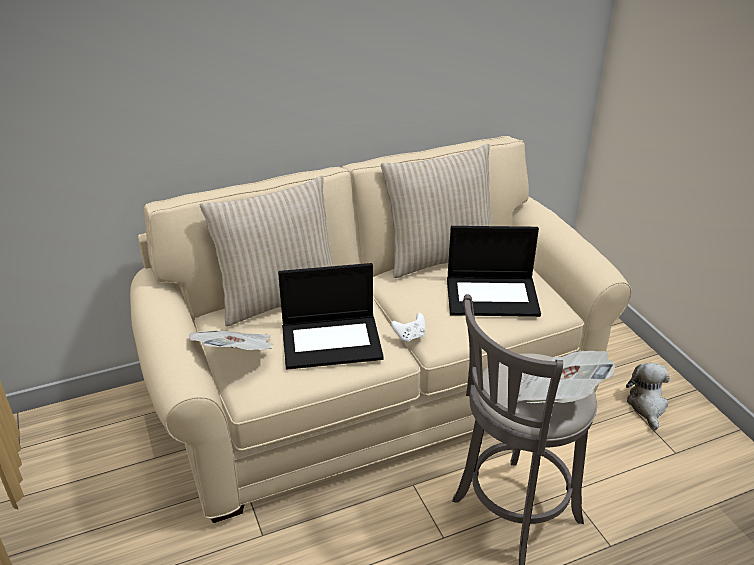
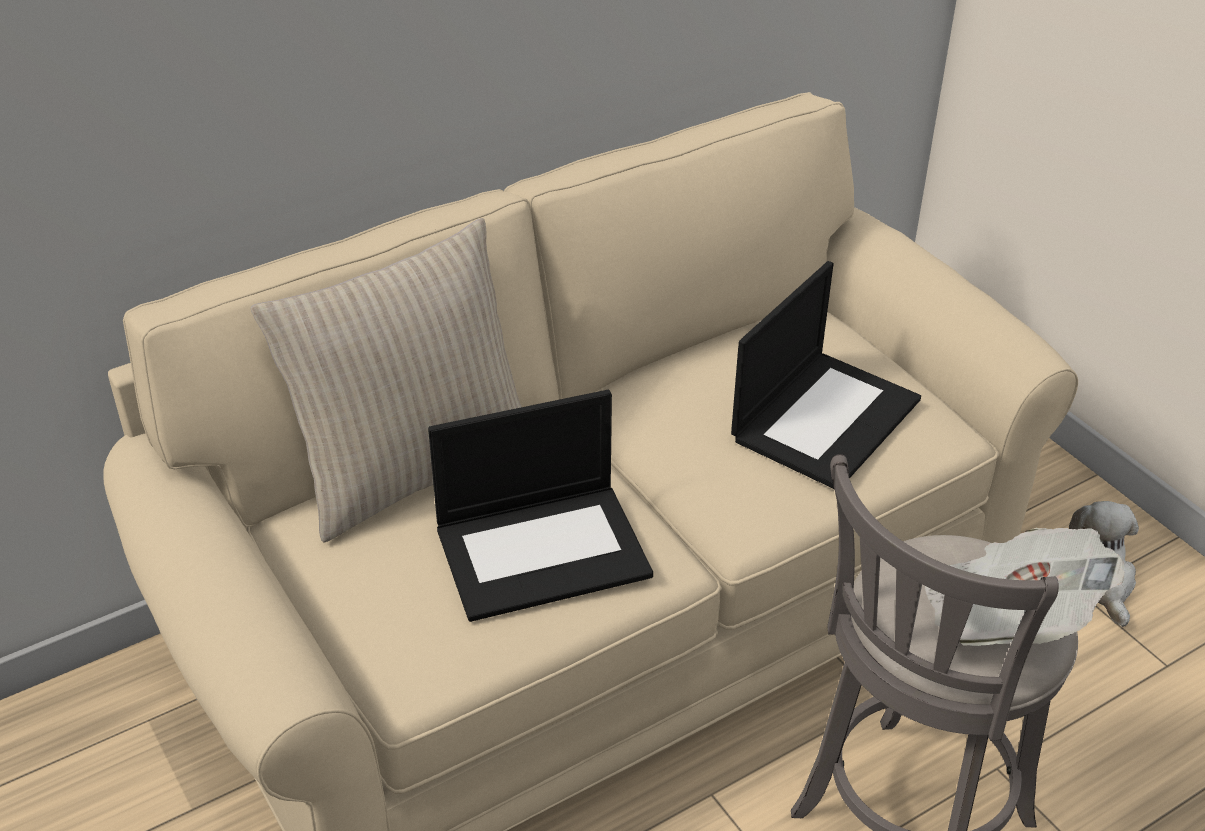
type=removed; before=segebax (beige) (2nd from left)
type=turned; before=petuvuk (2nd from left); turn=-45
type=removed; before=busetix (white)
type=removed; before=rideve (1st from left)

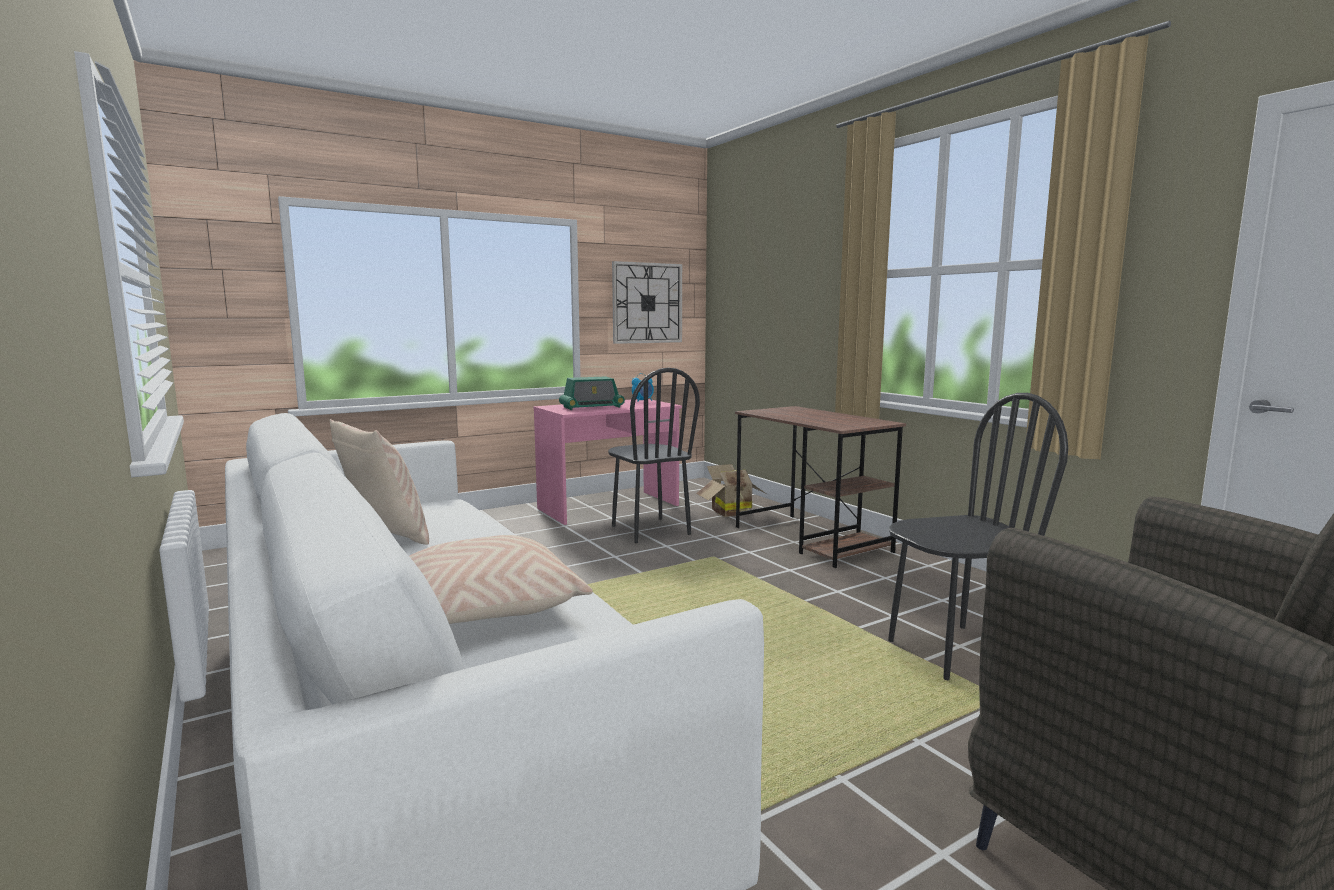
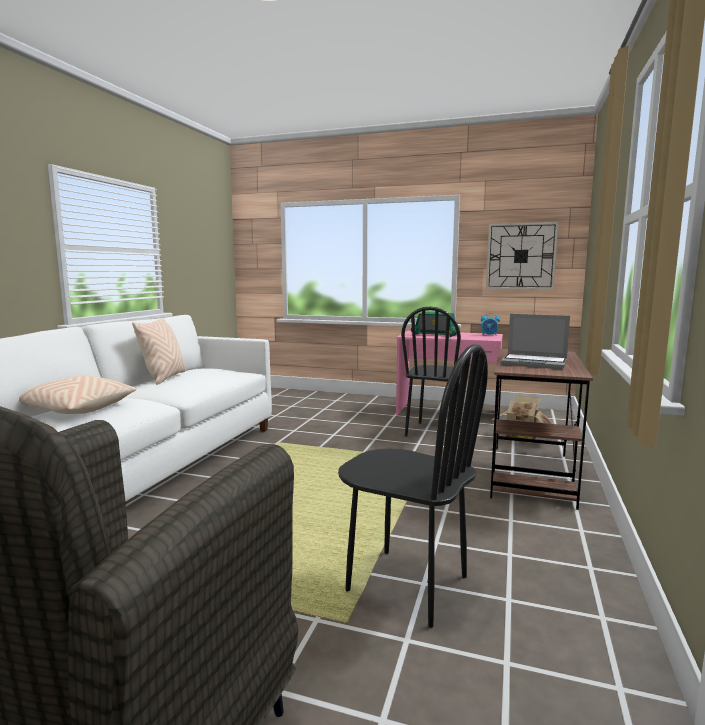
type=added; after=petuvuk

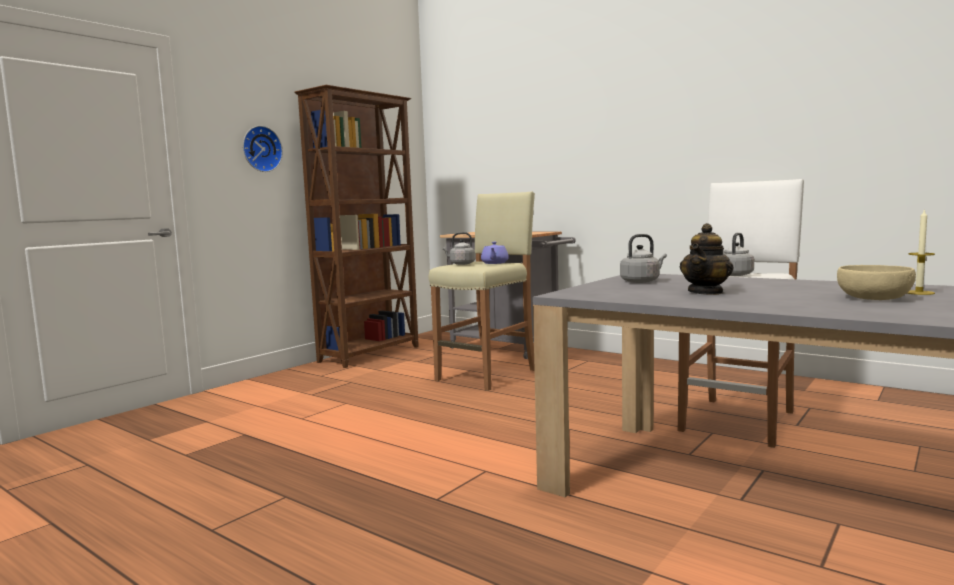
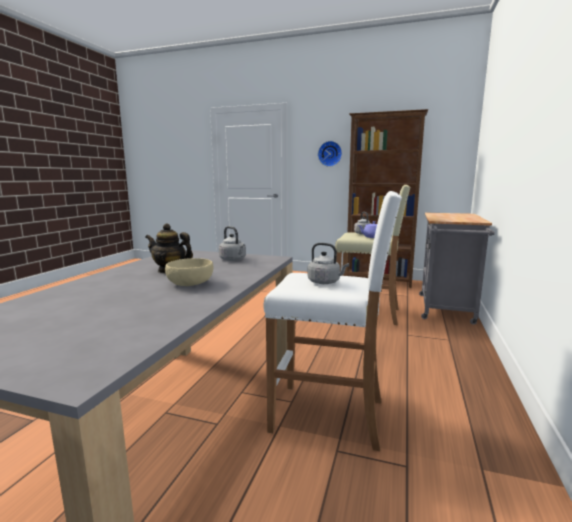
type=removed; before=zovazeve
type=moved; before=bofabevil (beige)

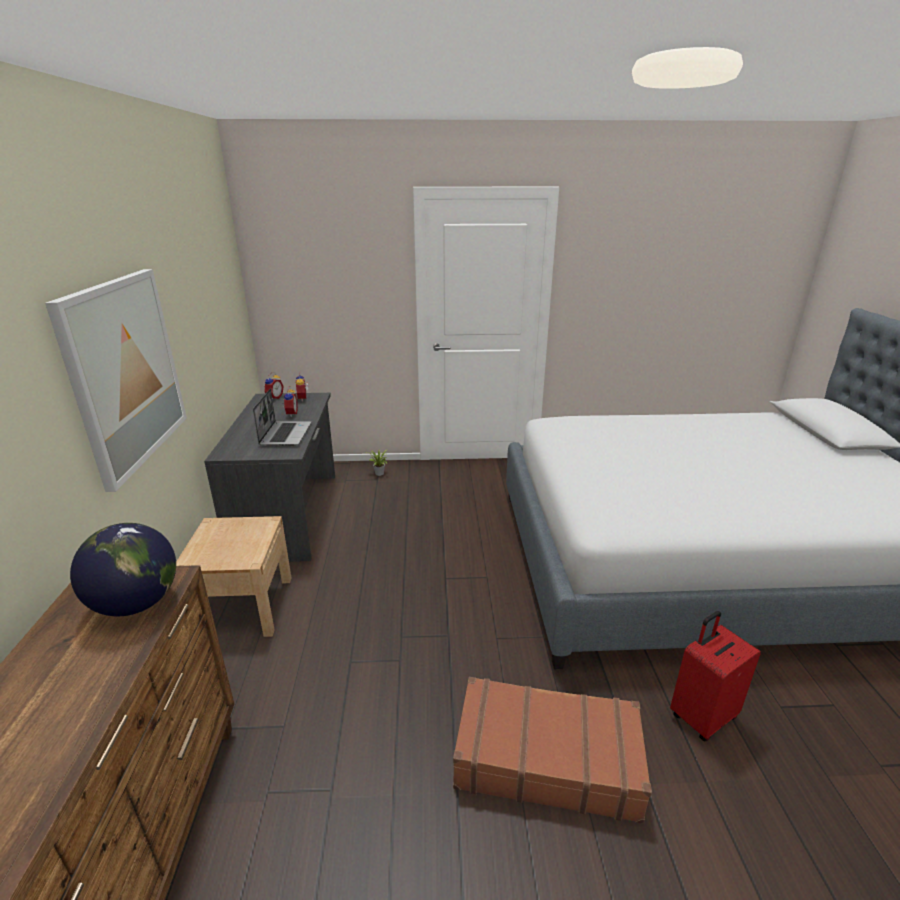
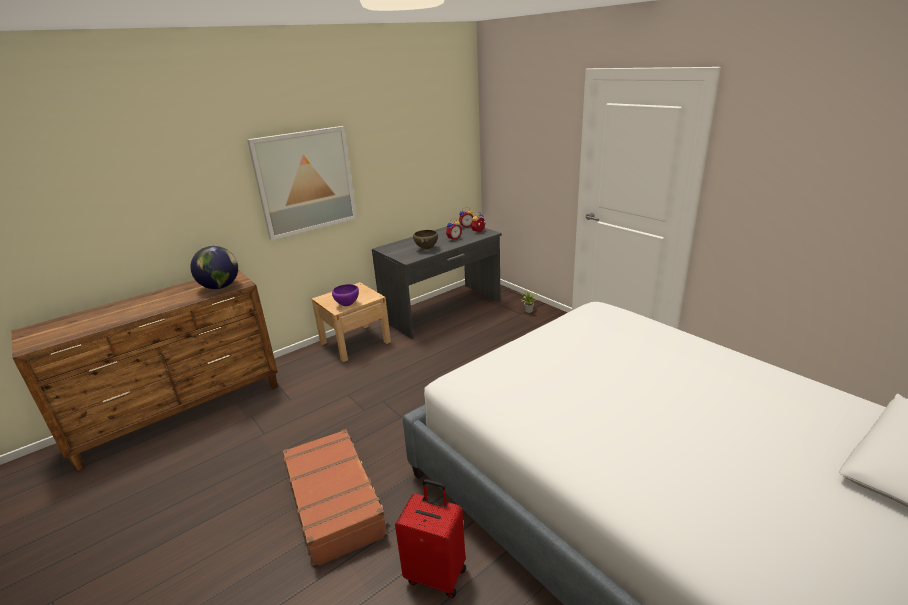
type=replaced; before=petuvuk; after=bofabevil (brown)
type=added; after=bofabevil (purple)

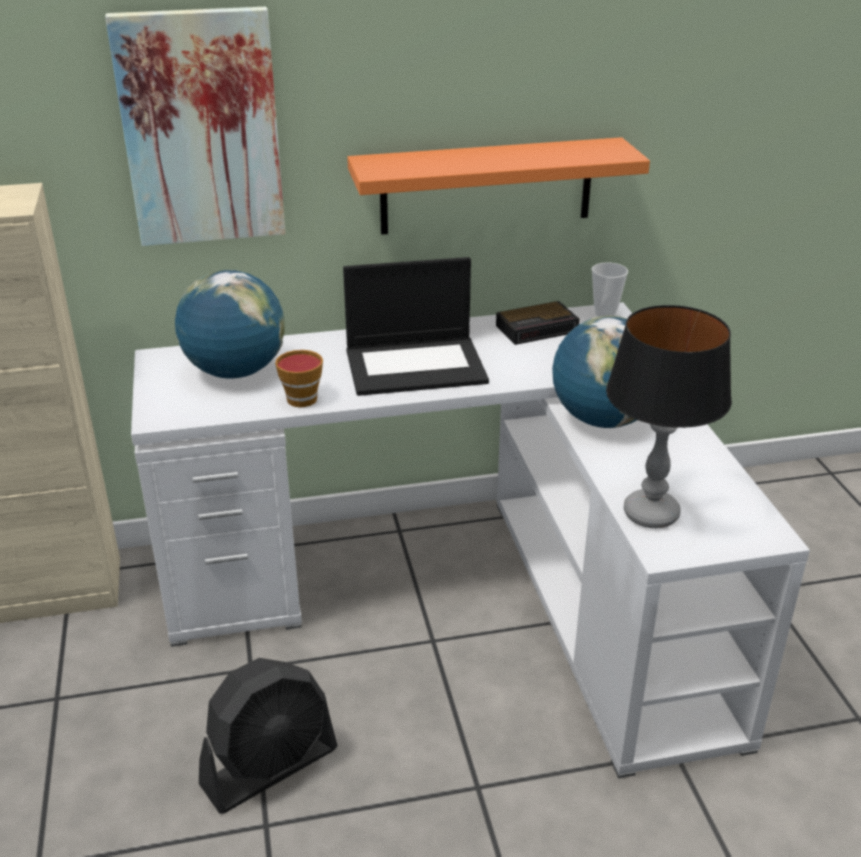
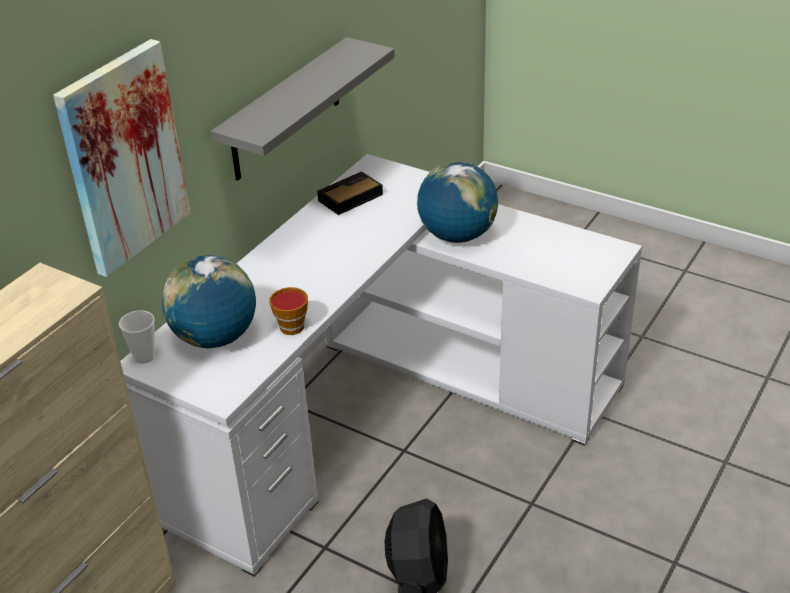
type=recoloured; before=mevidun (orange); after=mevidun (grey)
type=removed; before=petuvuk
type=moved; before=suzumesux (2nd from left in the first image); after=suzumesux (1st from left)
type=turned; before=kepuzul; turn=-150
type=removed; before=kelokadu

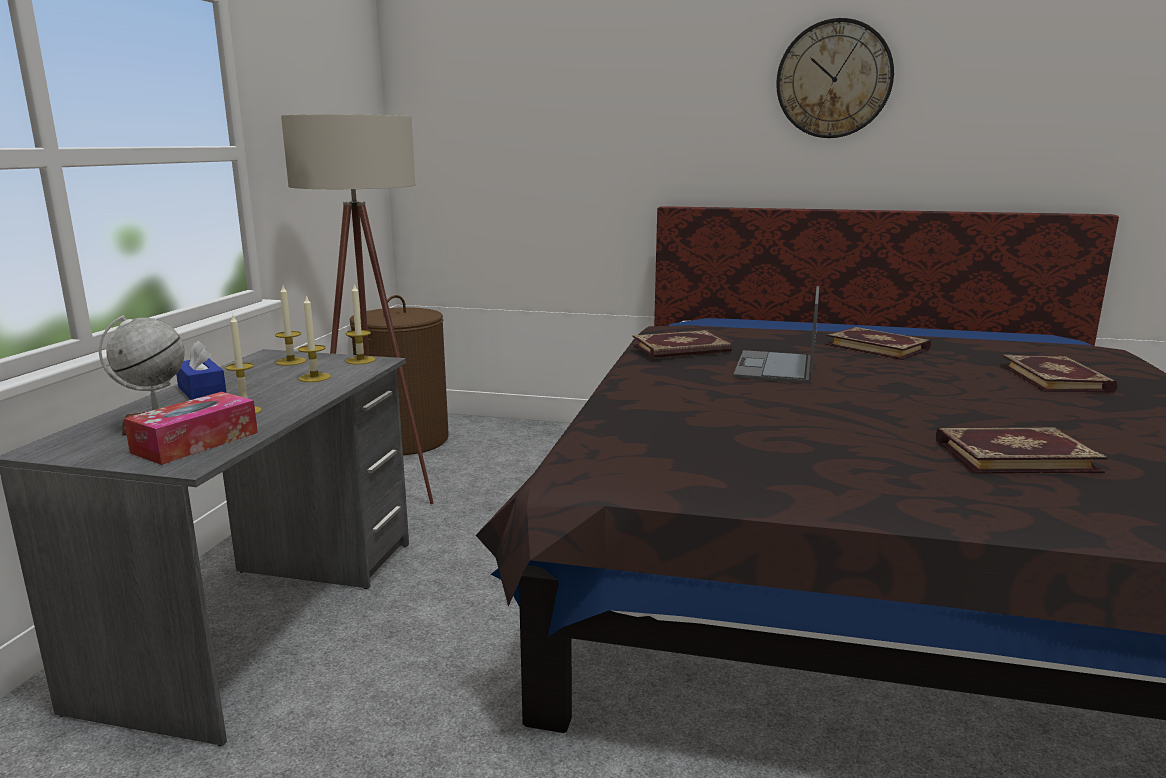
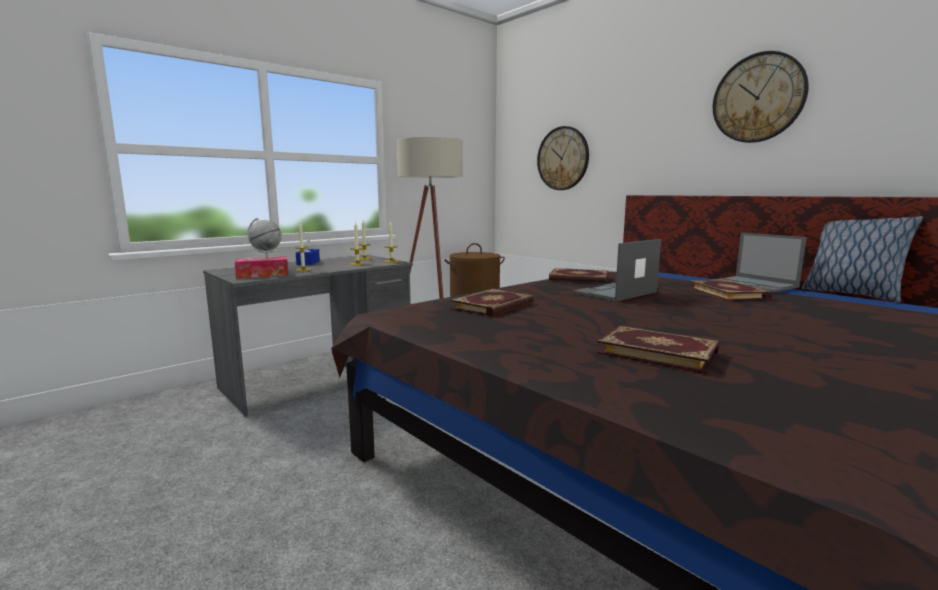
type=moved; before=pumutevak (4th from left in the first image); after=pumutevak (1st from left)
type=added; after=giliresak (1st from left)
type=added; after=segebax
type=added; after=petuvuk (2nd from left)

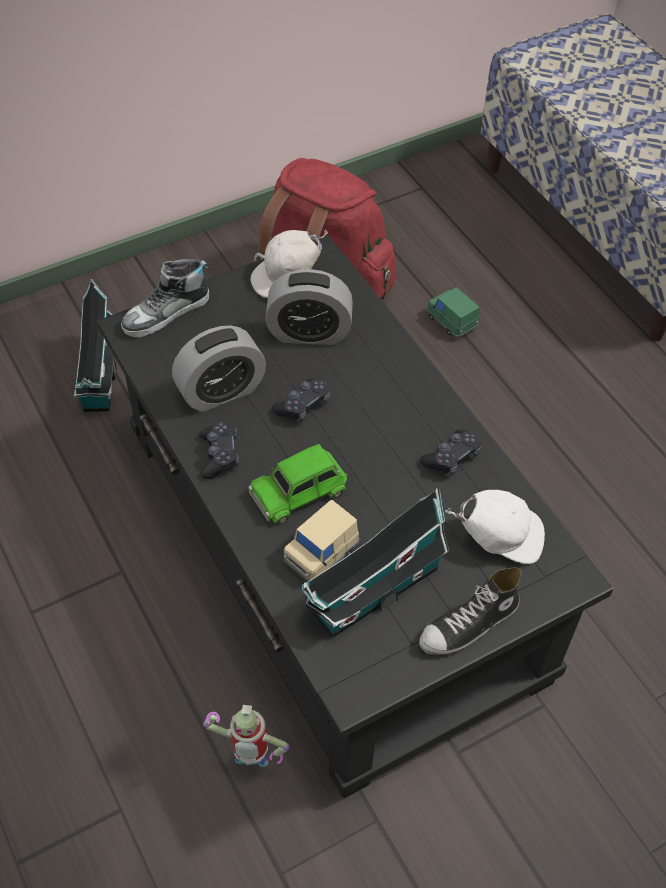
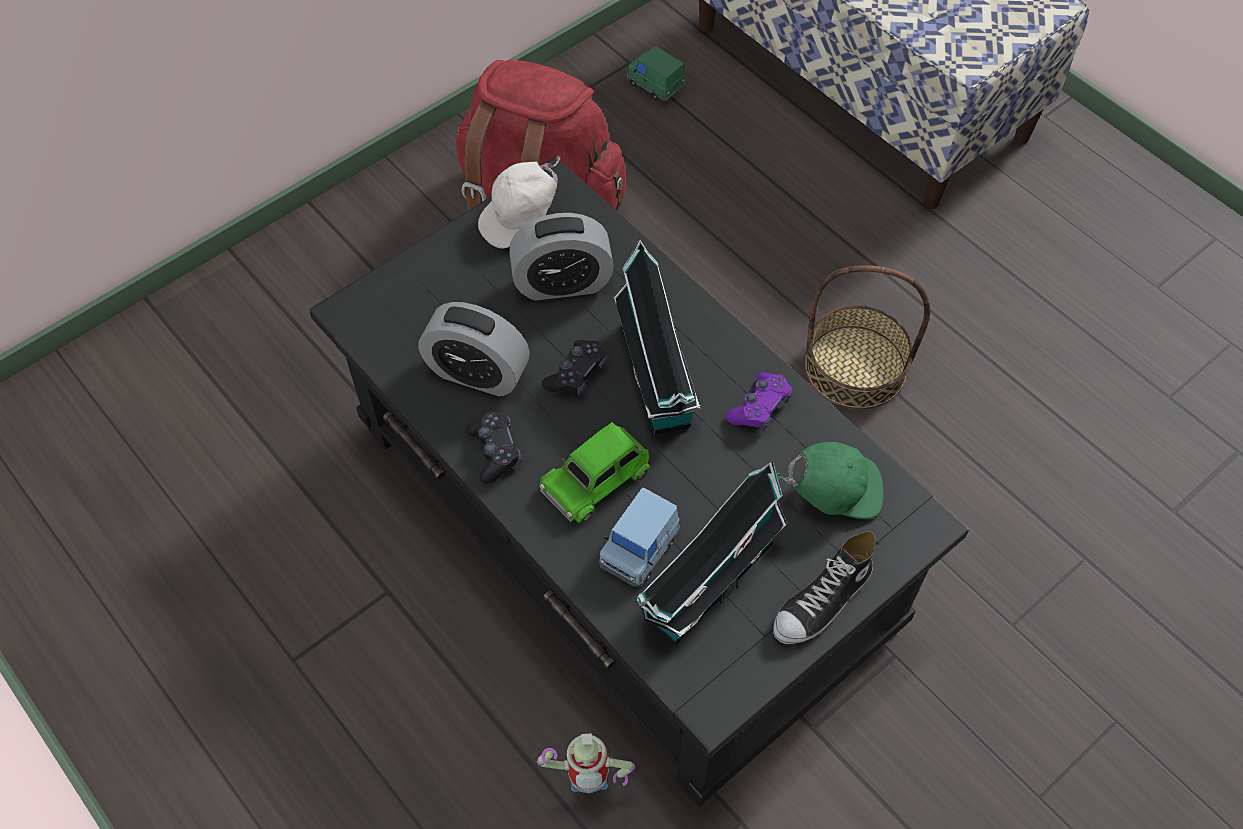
type=removed; before=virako (1st from left)
type=moved; before=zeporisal (1st from left)
type=moved; before=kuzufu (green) (2nd from left)
type=turned; before=kepuzul (1st from left); turn=60
type=recoloured; before=busetix (black) (3rd from left); after=busetix (purple)
type=recoloured; before=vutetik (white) (2nd from left); after=vutetik (green)
type=recoloured; before=kuzufu (beige); after=kuzufu (blue)
type=added; after=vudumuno

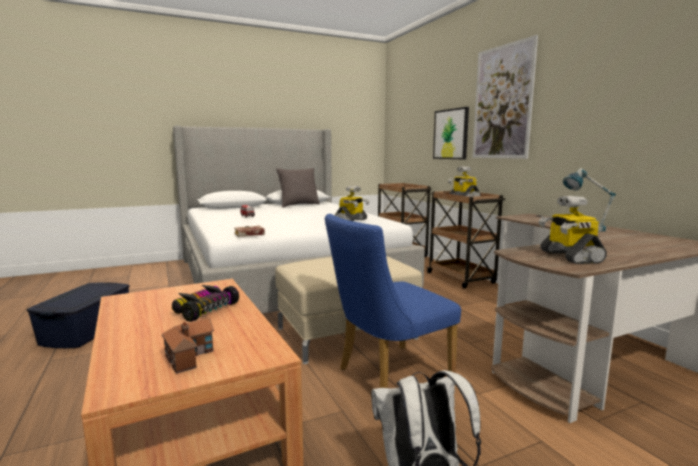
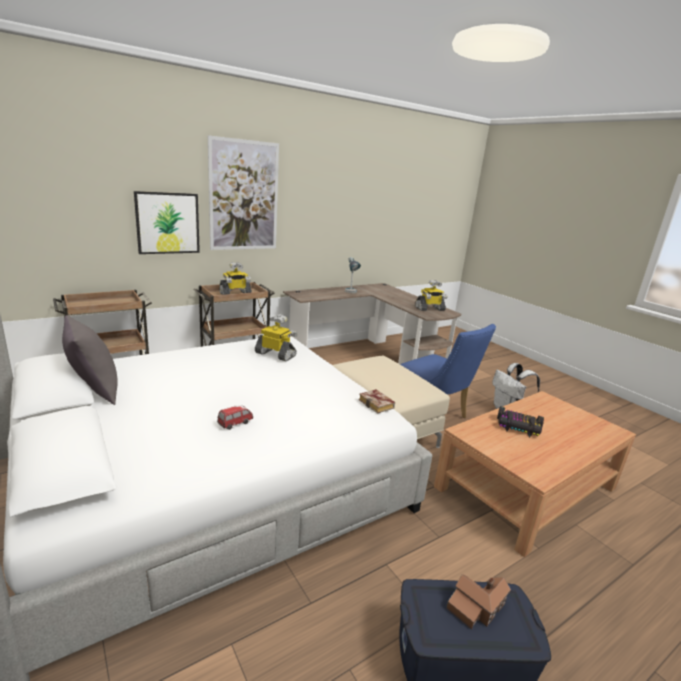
type=moved; before=zeporisal

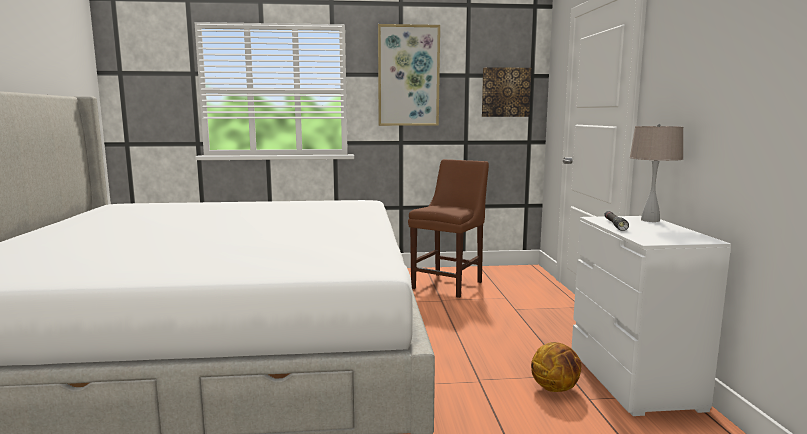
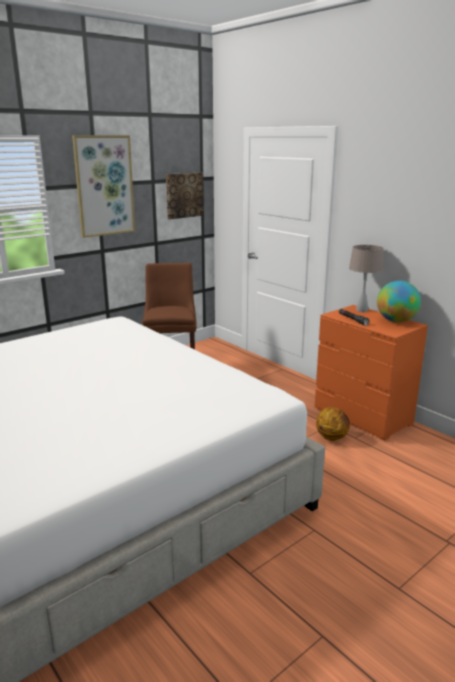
type=recoloured; before=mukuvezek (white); after=mukuvezek (orange)
type=added; after=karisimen

